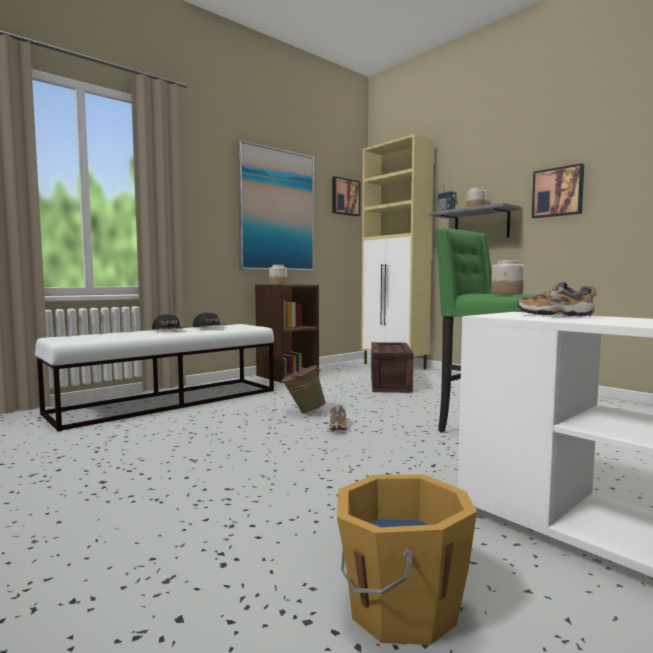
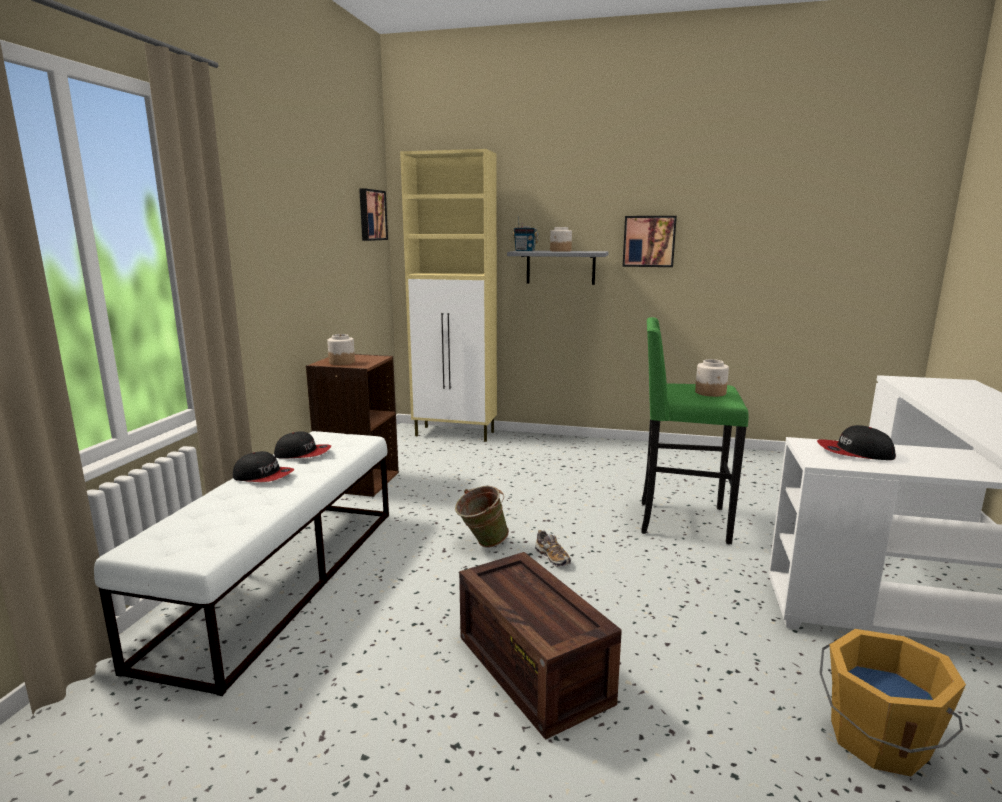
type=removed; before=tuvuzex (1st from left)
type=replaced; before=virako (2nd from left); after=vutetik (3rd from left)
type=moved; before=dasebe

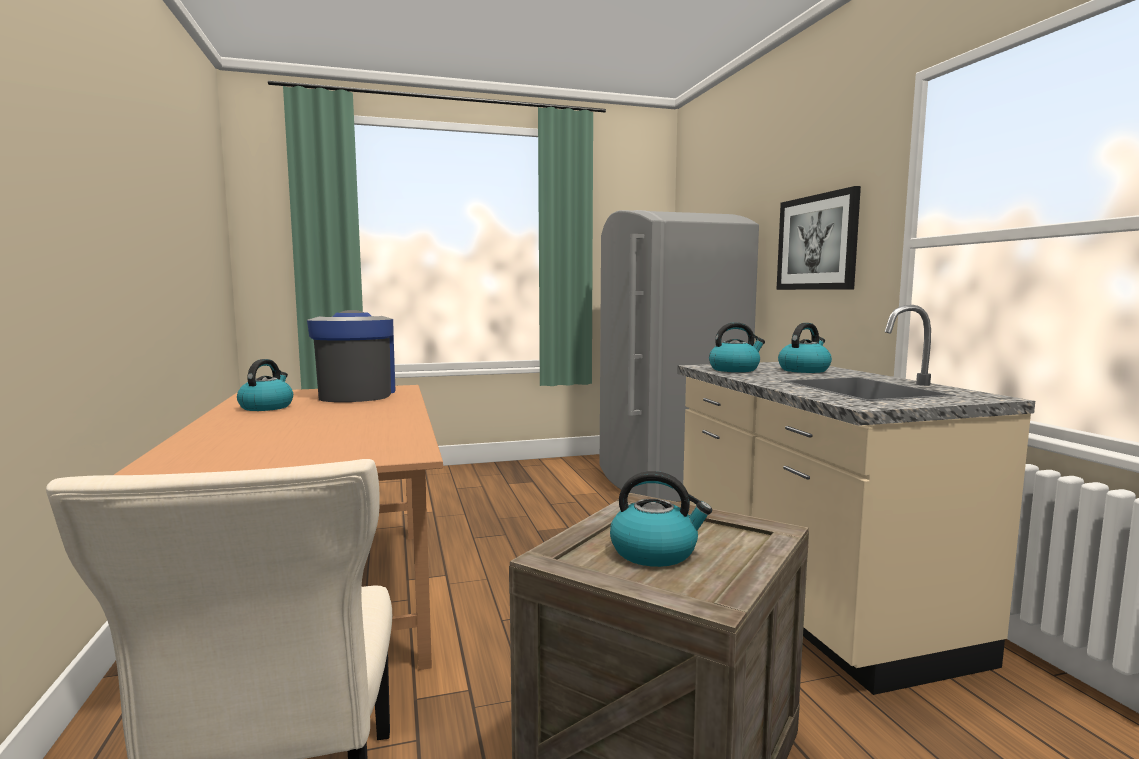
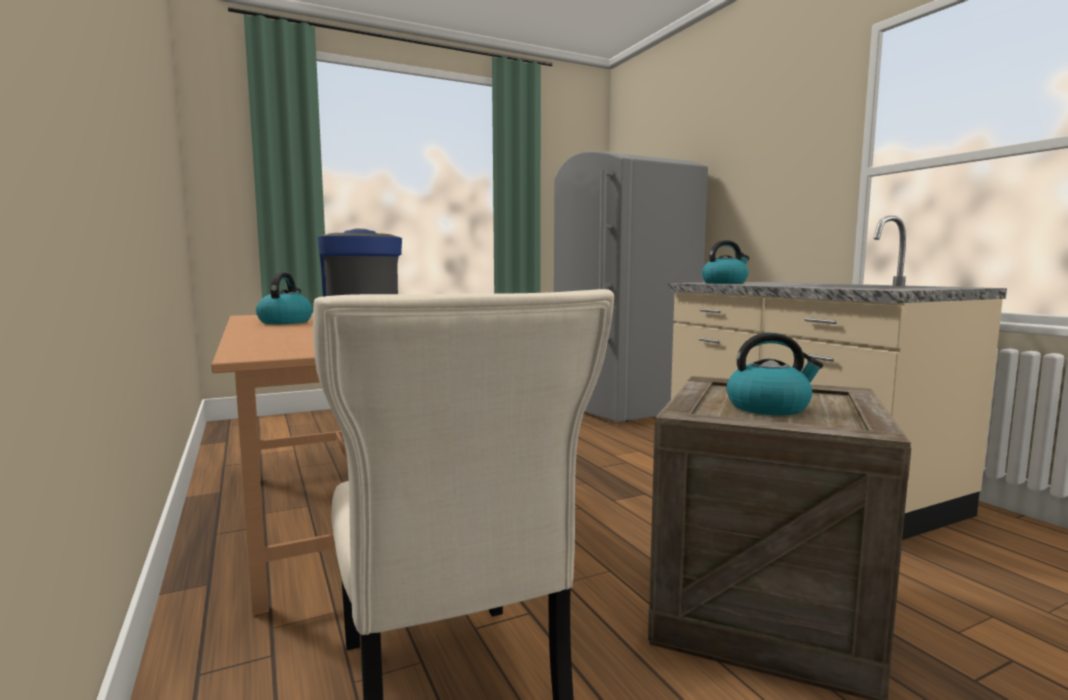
type=removed; before=tuvuzex
type=removed; before=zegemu (4th from left)

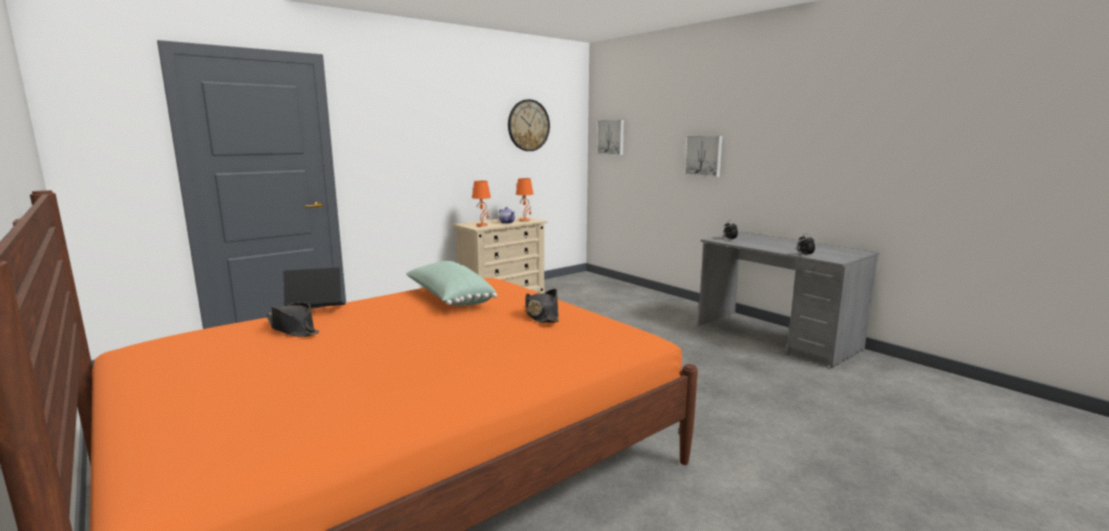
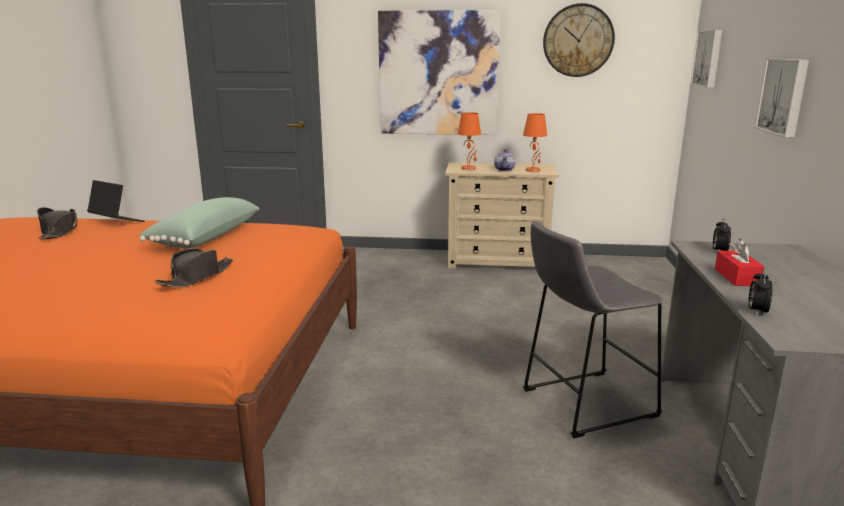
type=added; after=tuvuzex (1st from left)
type=added; after=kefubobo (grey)
type=added; after=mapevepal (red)

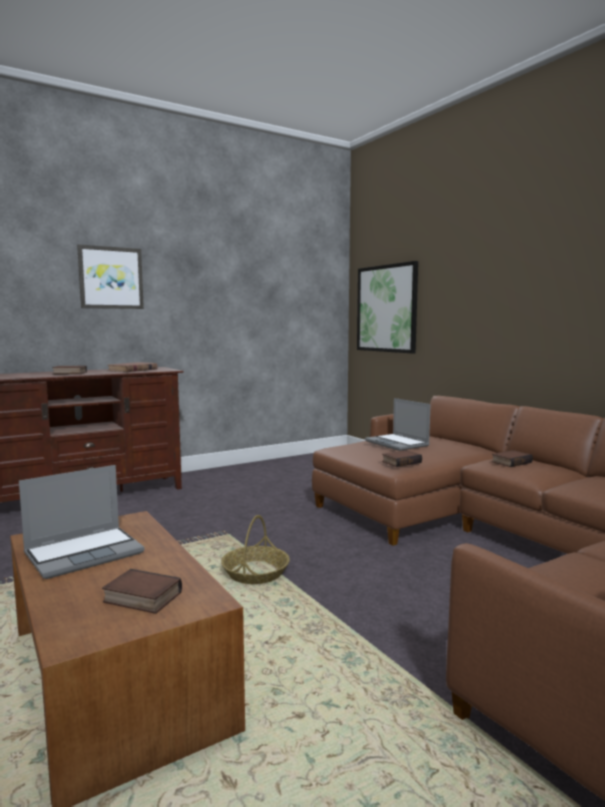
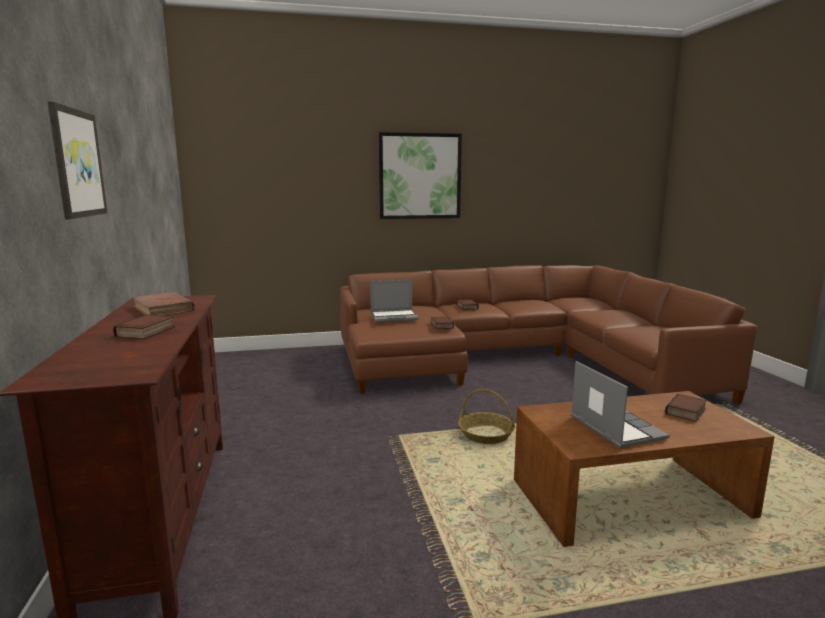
type=moved; before=tuvuzex (2nd from left)

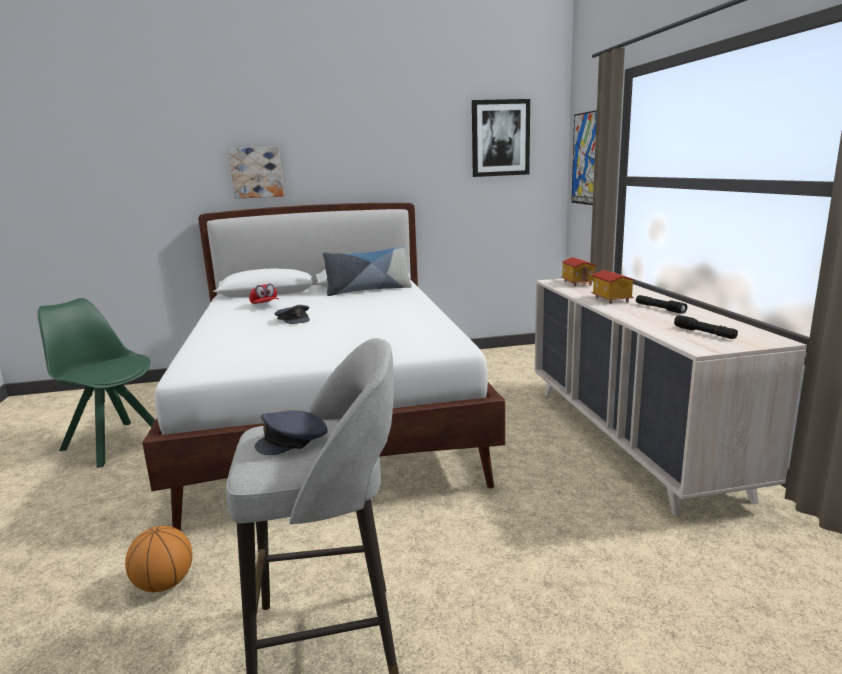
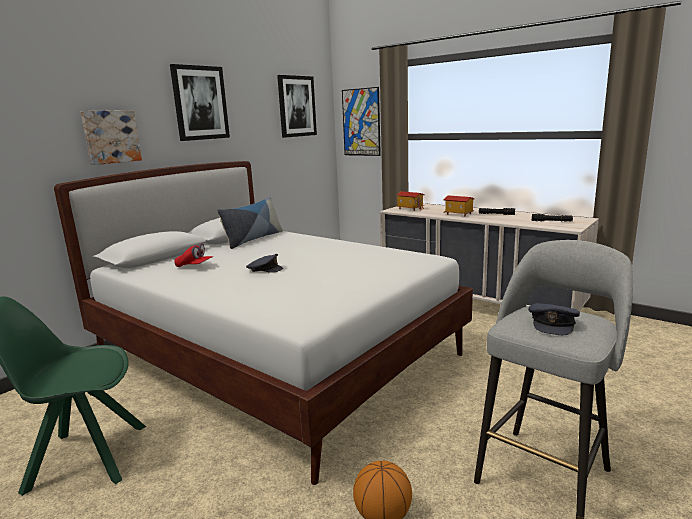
type=added; after=tuvuzex (2nd from left)

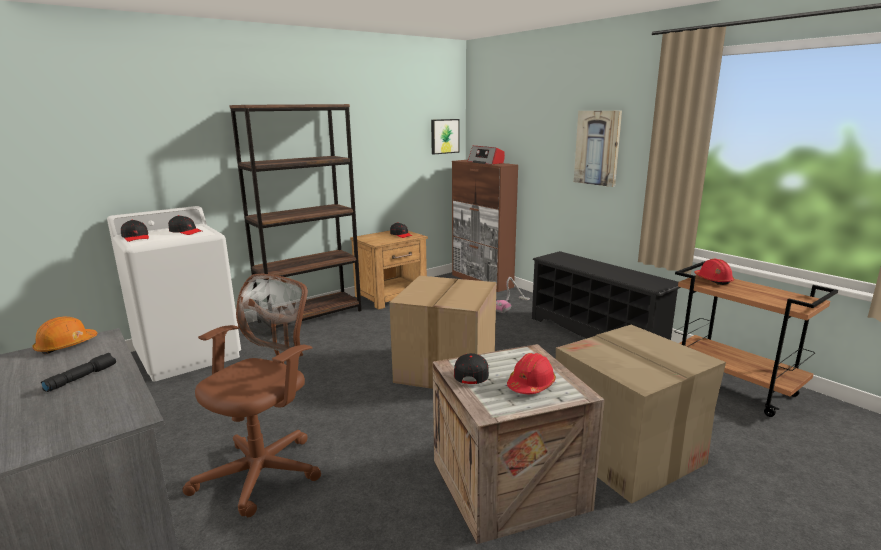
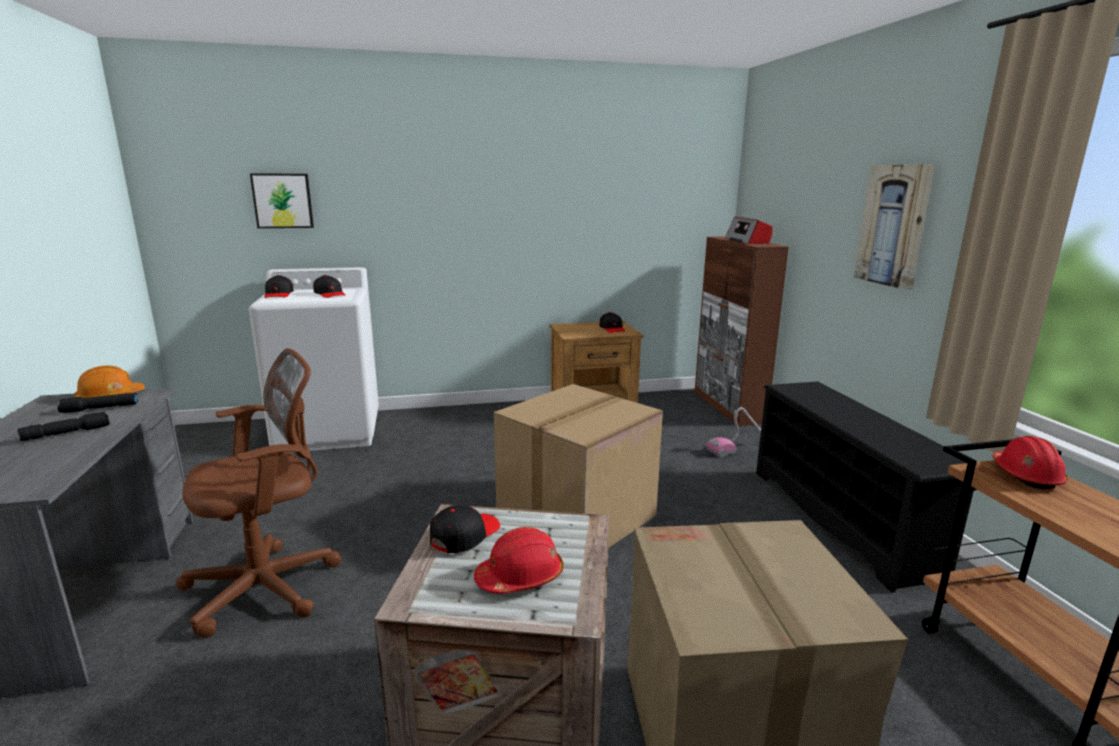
type=removed; before=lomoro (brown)
type=moved; before=tuvuzex (1st from left)
type=added; after=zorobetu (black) (2nd from left)

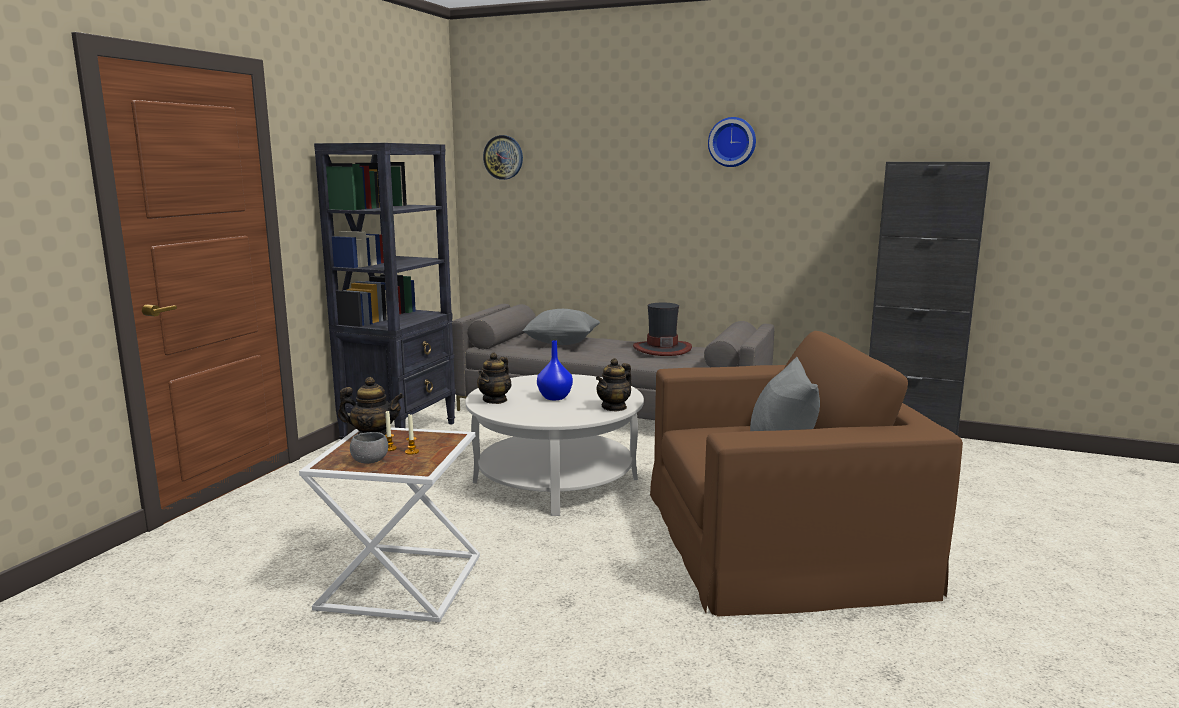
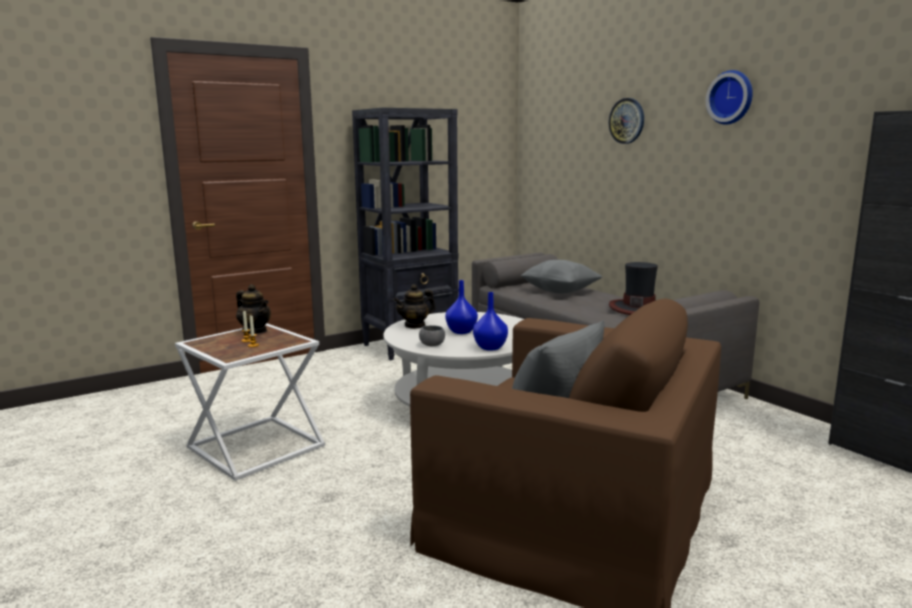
type=moved; before=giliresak (1st from left)
type=replaced; before=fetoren (3rd from left); after=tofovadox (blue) (2nd from left)
type=moved; before=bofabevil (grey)

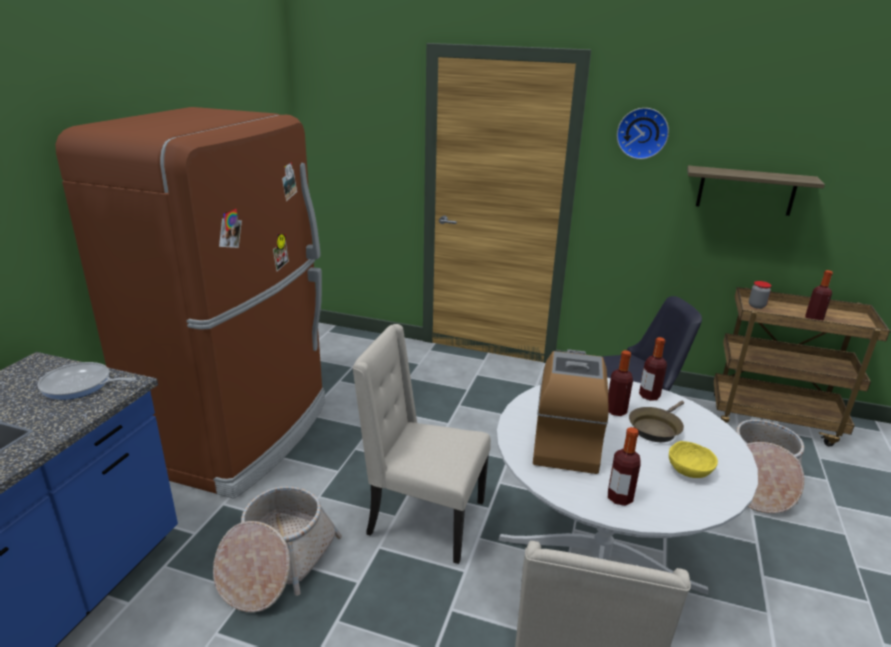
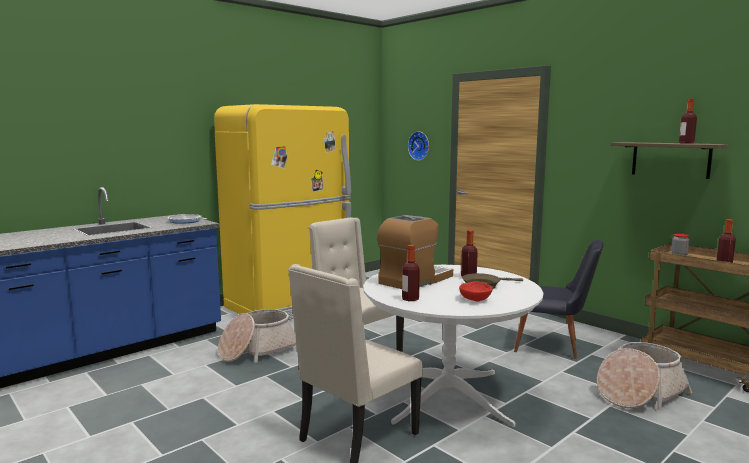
type=recoloured; before=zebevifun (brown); after=zebevifun (yellow)
type=moved; before=giliresak
type=moved; before=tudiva (3rd from left)
type=recoloured; before=bofabevil (yellow); after=bofabevil (red)

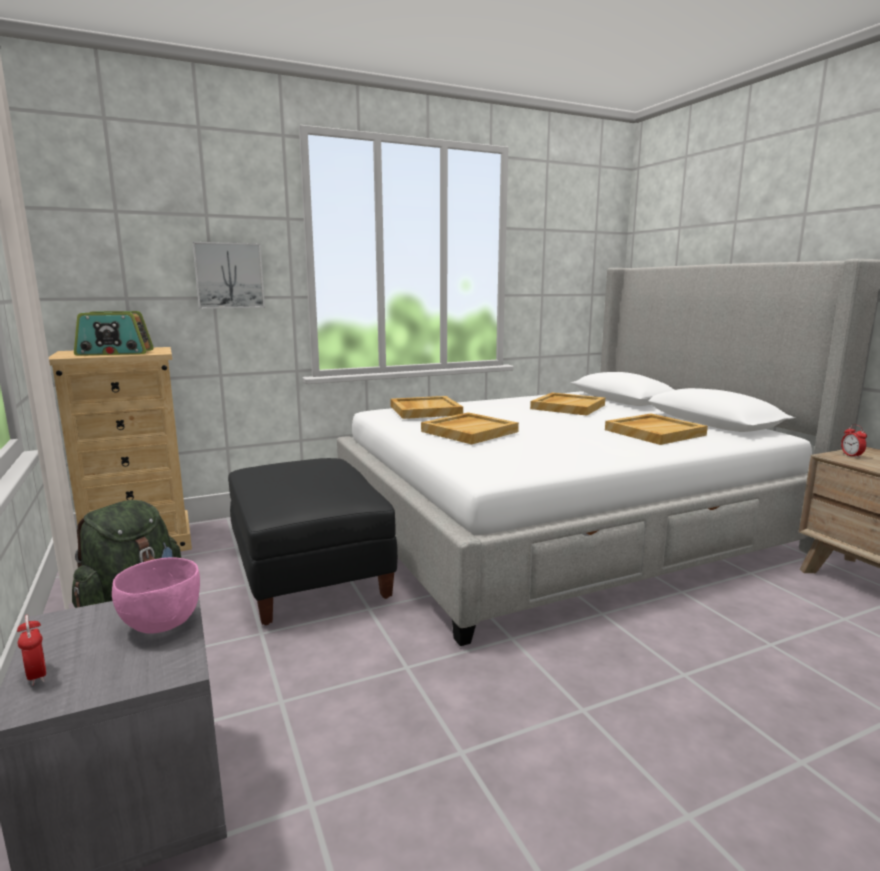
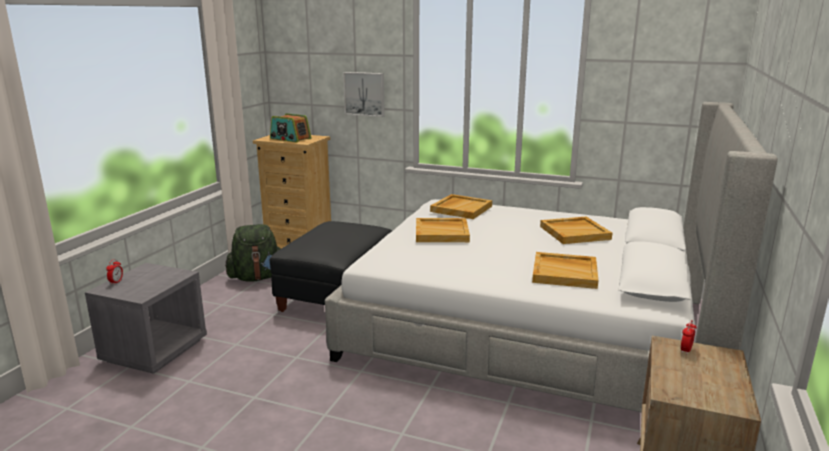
type=removed; before=bofabevil (pink)

